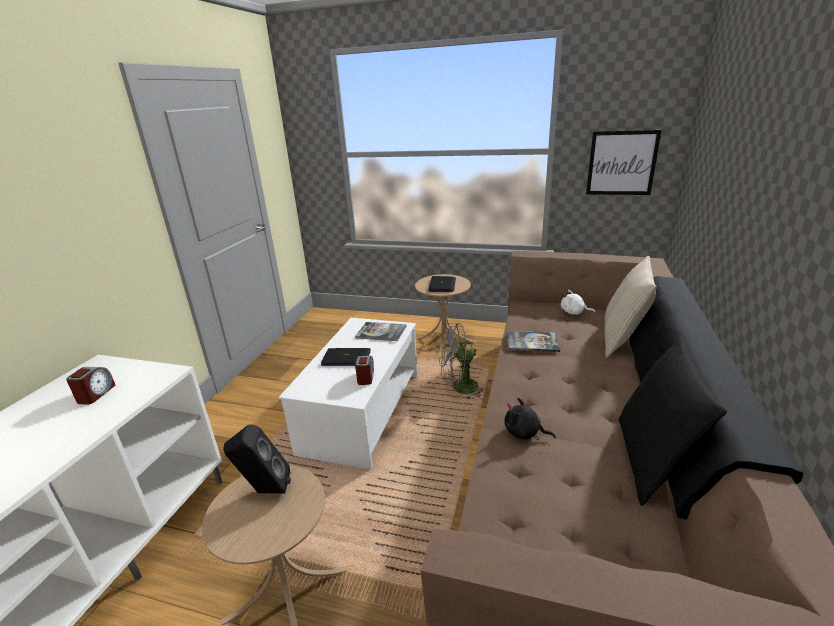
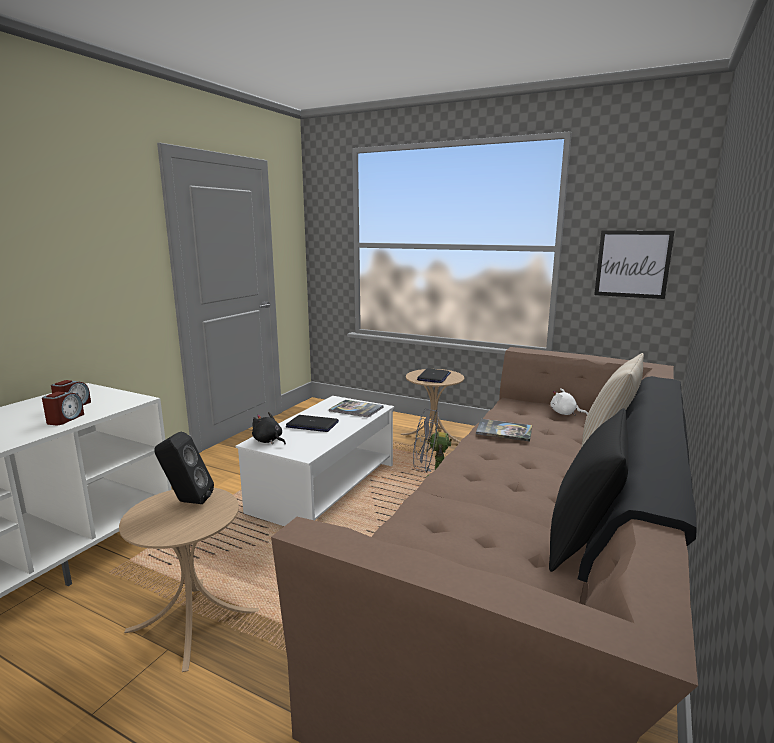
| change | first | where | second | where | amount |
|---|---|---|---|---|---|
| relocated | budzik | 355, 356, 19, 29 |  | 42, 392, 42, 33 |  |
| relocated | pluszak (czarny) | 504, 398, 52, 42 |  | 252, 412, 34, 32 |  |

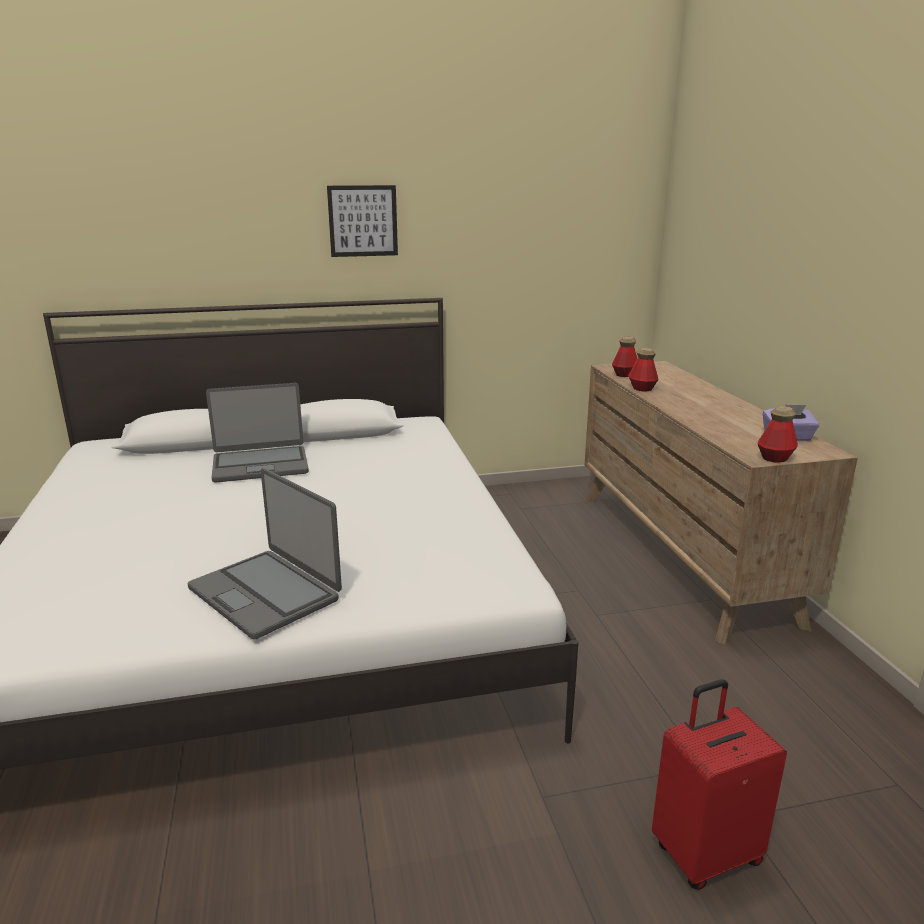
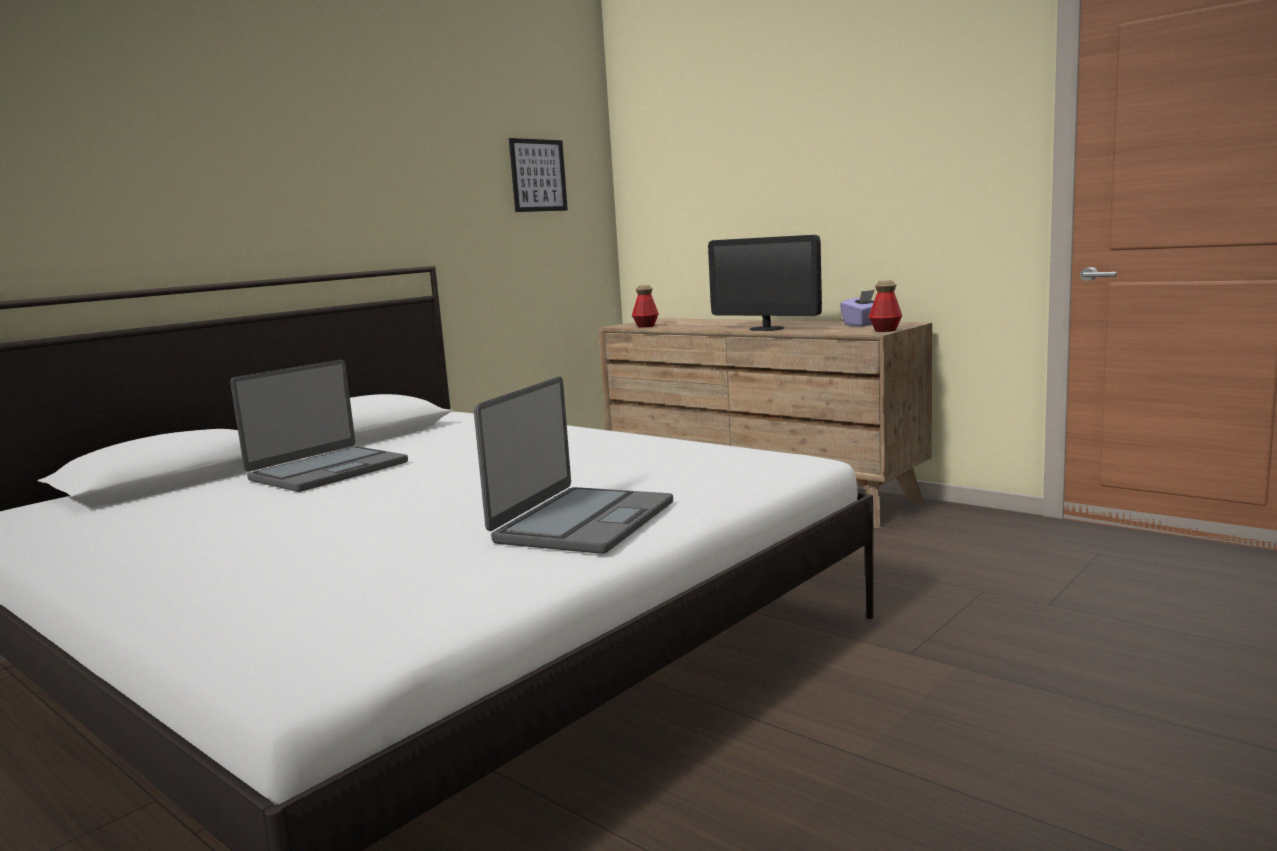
| change | first | where | second | where | amount |
|---|---|---|---|---|---|
| spun | laptop | 187, 468, 155, 172 |  | 474, 376, 199, 178 | 75 degrees counterclockwise |
| relocated | obraz | 327, 185, 71, 72 |  | 509, 138, 59, 74 |  |
| missing | butelka | 628, 348, 31, 44 |  |  |  |
| missing | walizka (czerwony) | 652, 679, 135, 211 |  |  |  |
| appeared |  |  | monitor | 708, 235, 114, 96 |  |

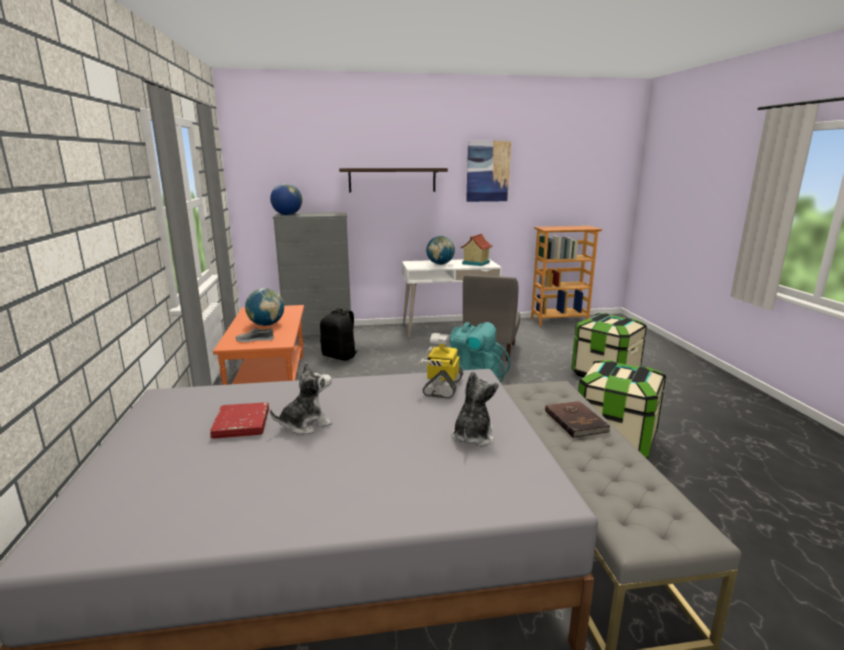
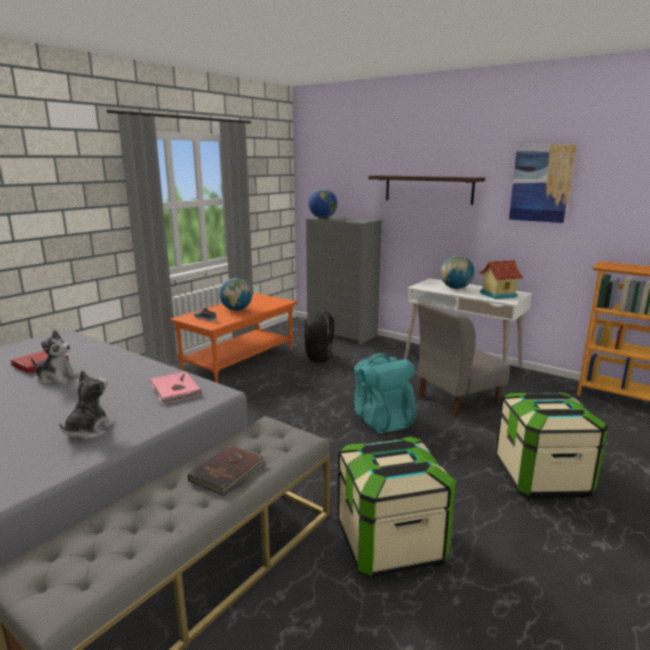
| change | first | where | second | where | amount |
|---|---|---|---|---|---|
| exchanged | robot zabawkowy | 417, 333, 46, 65 | książka (różowy) | 150, 371, 51, 33 |  |
| spun | pluszak | 451, 371, 48, 76 |  | 59, 370, 56, 70 | 45 degrees counterclockwise |

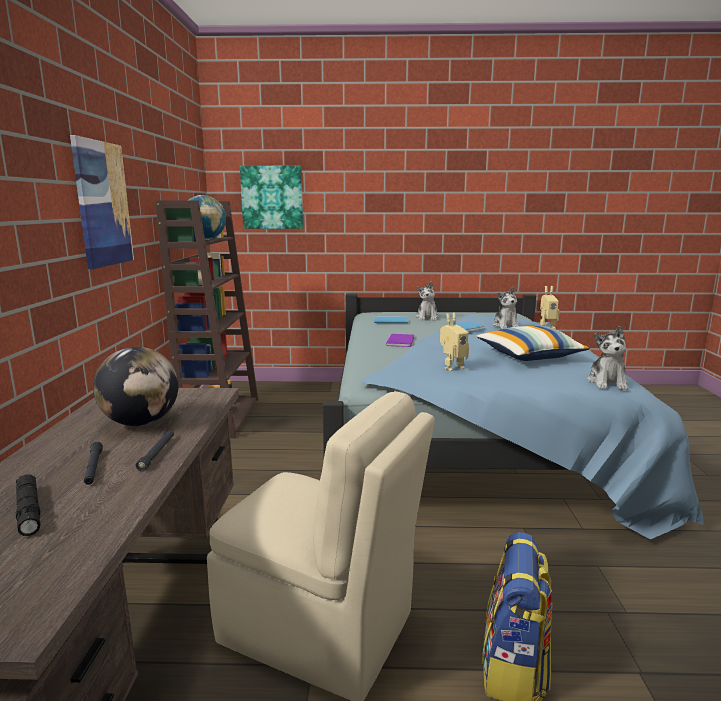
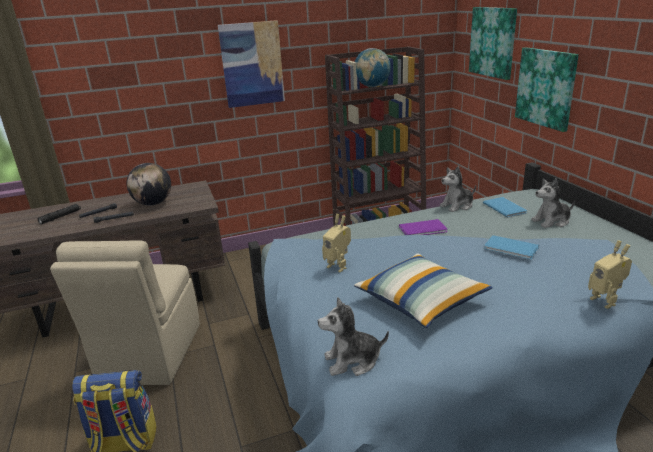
| change | first | where | second | where | amount |
|---|---|---|---|---|---|
| relocated | pluszak | 493, 287, 26, 42 |  | 440, 166, 36, 46 |  |
| appeared |  |  | obraz | 515, 47, 64, 85 |  |

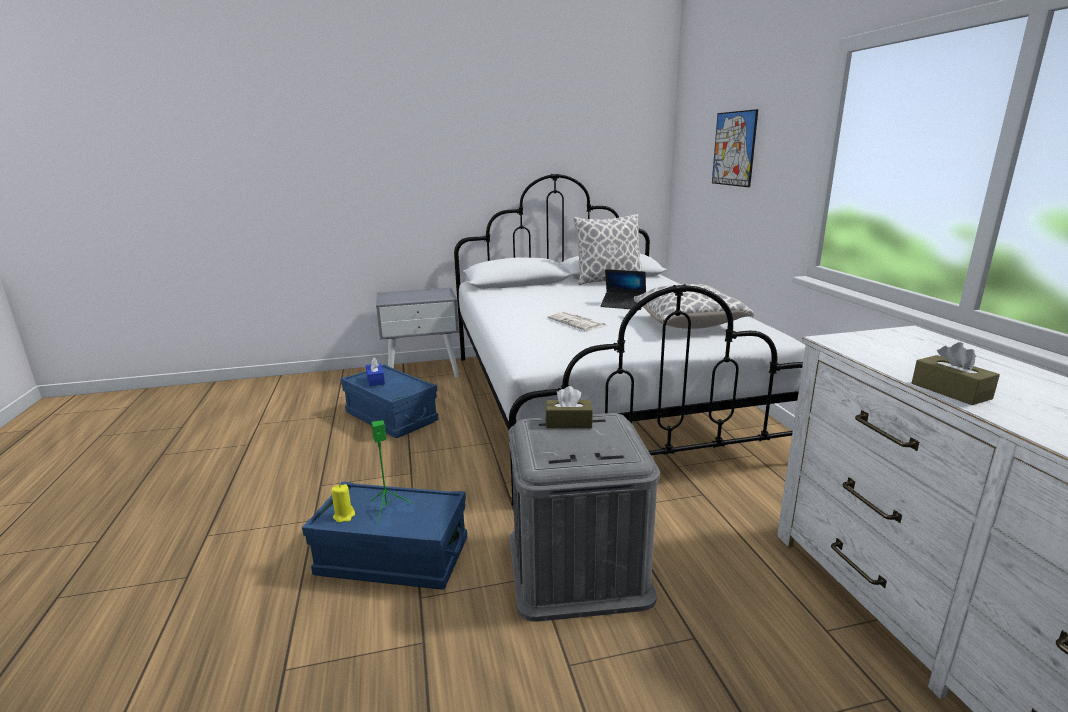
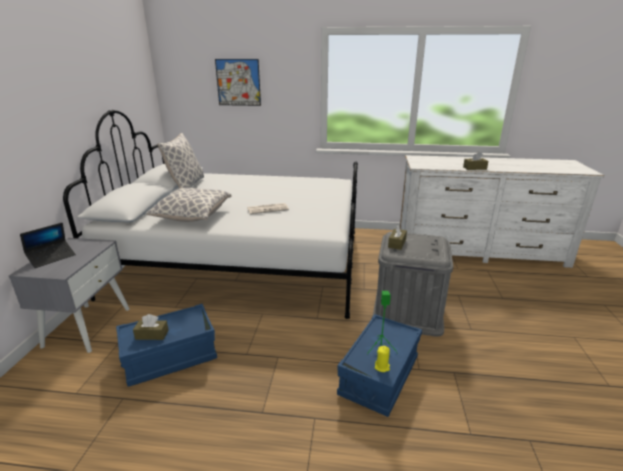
| change | first | where | second | where | amount |
|---|---|---|---|---|---|
| colour | pudełko chusteczek (niebieski) | 366, 357, 19, 29 | pudełko chusteczek (brązowy) | 133, 314, 36, 26 |  |
| relocated | laptop | 600, 269, 46, 41 |  | 20, 223, 56, 45 |  |
| relocated | poduszka | 634, 284, 120, 45 |  | 147, 188, 85, 34 |  |

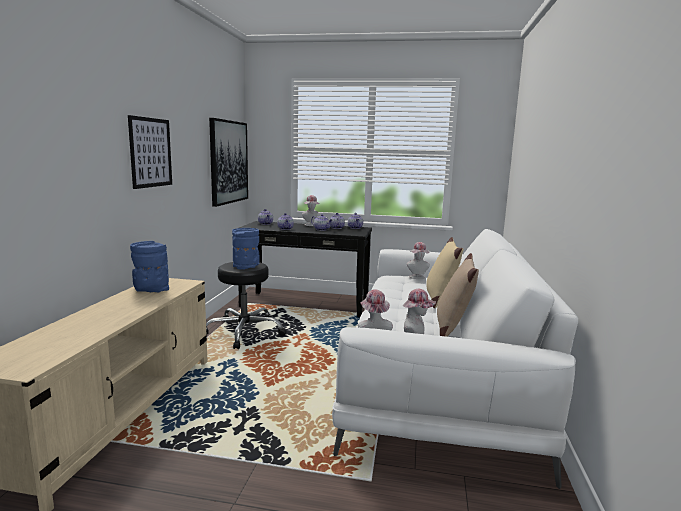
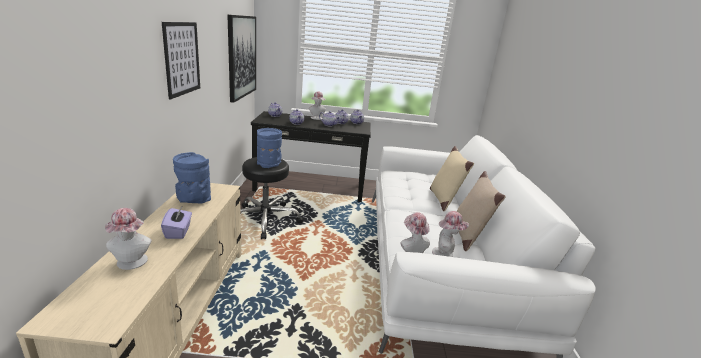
| change | first | where | second | where | amount |
|---|---|---|---|---|---|
| relocated | kapelusz | 407, 242, 23, 37 |  | 105, 208, 47, 62 |  |
| appeared |  |  | pudełko chusteczek (fioletowy) | 161, 207, 31, 32 |  |

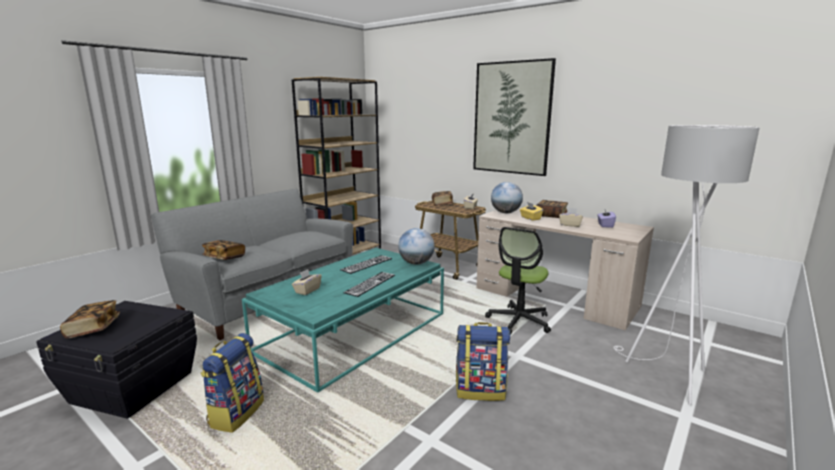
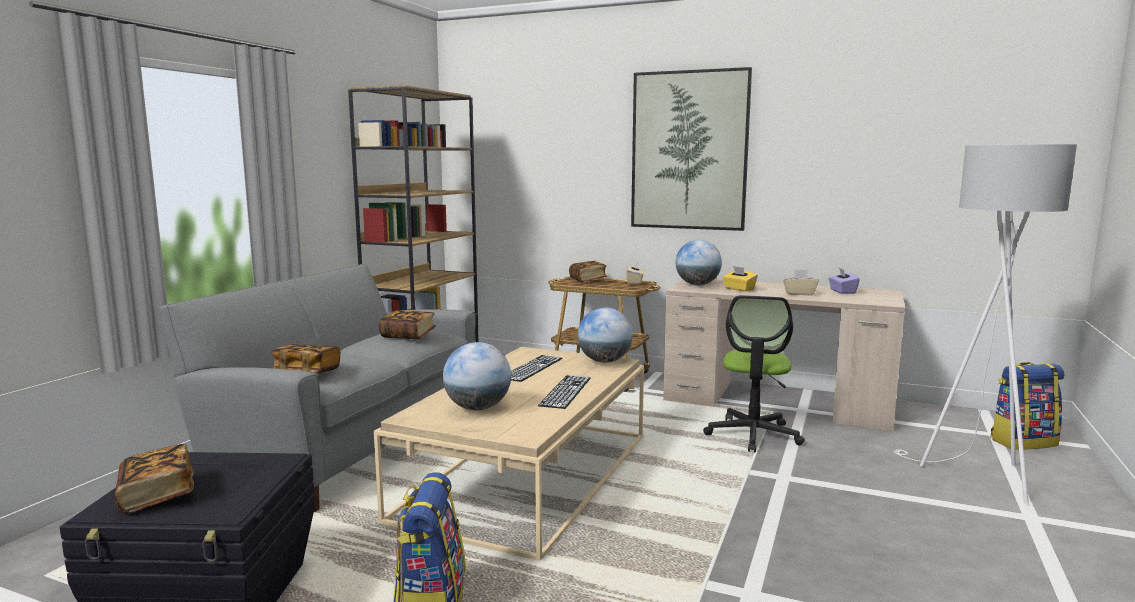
| change | first | where | second | where | amount |
|---|---|---|---|---|---|
| colour | ława (turkusowy) | 242, 248, 202, 145 | ława (beżowy) | 374, 347, 270, 214 |  |
| exchanged | pudełko chusteczek (beżowy) | 292, 269, 30, 26 | globus | 443, 342, 68, 68 |  |
| relocated | plecak | 456, 322, 54, 79 |  | 991, 362, 74, 88 |  |
| relocated | książka | 536, 200, 32, 18 |  | 379, 310, 57, 30 |  |

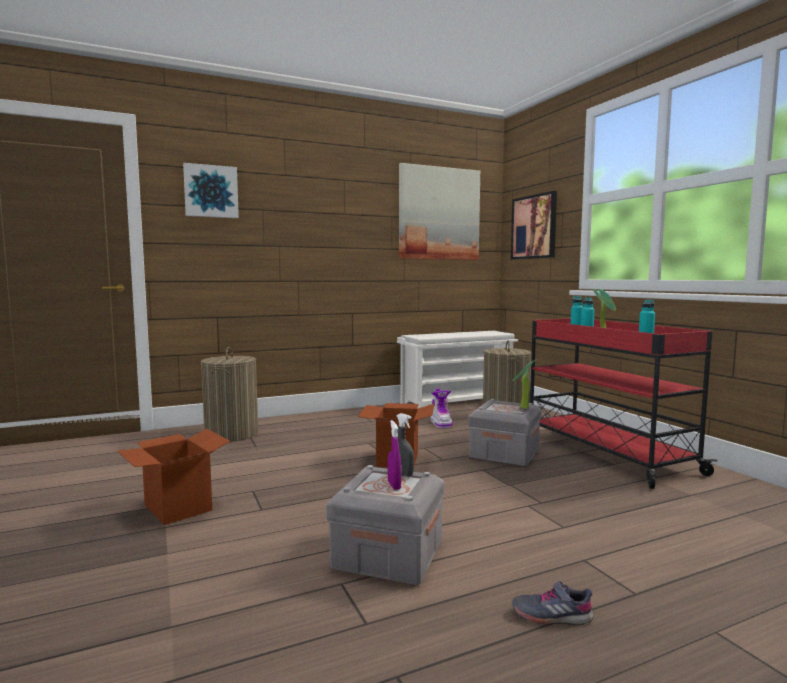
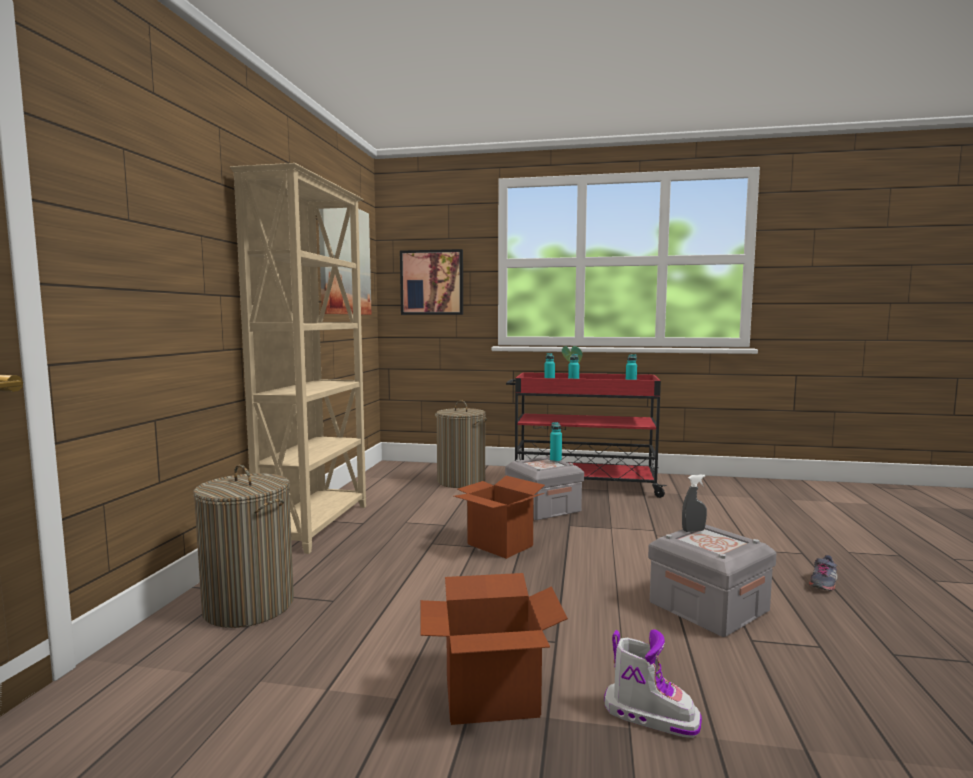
| change | first | where | second | where | amount |
|---|---|---|---|---|---|
| missing | obraz | 183, 163, 56, 55 |  |  |  |
| missing | spryskiwacz (fioletowy) | 388, 420, 13, 70 |  |  |  |
| missing | regał na buty (biały) | 397, 331, 121, 78 |  |  |  |
| relocated | but z cholewką | 430, 388, 23, 40 |  | 604, 629, 98, 109 |  |
| exchanged | roślina doniczkowa | 512, 359, 25, 50 | butelka (turkusowy) | 550, 422, 12, 40 |  |
| appeared |  |  | regał (beżowy) | 230, 163, 136, 391 |  |

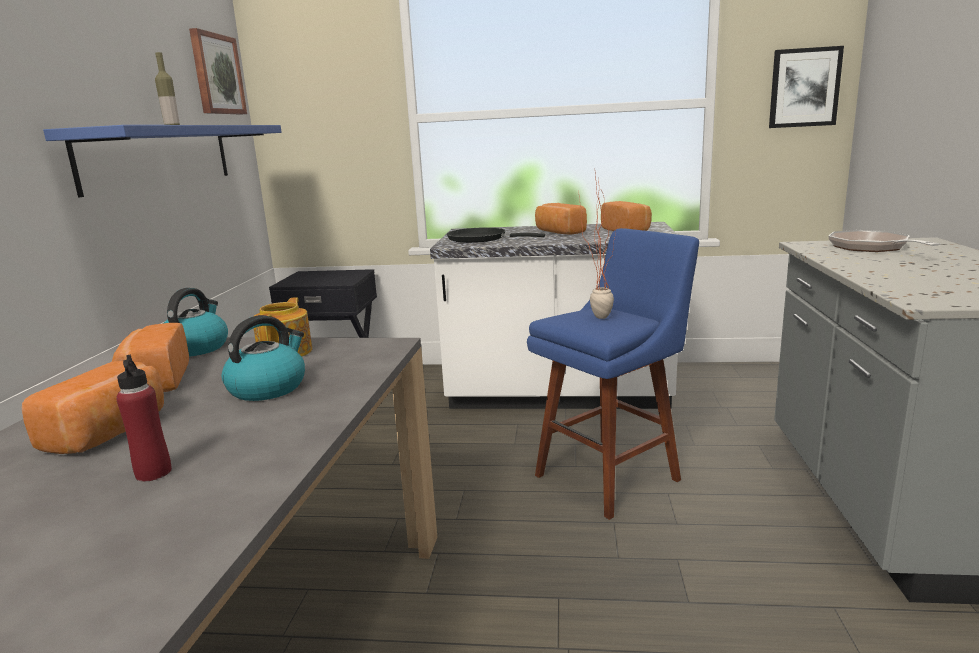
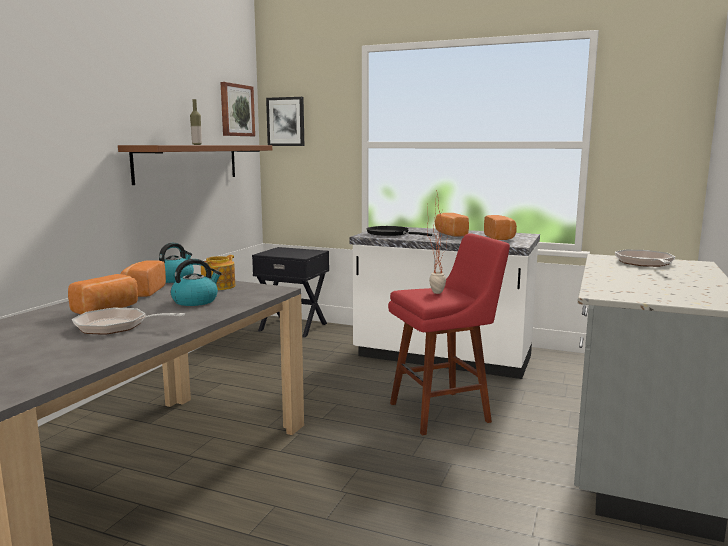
| change | first | where | second | where | amount |
|---|---|---|---|---|---|
| colour | półka (niebieski) | 43, 125, 239, 73 | półka (brązowy) | 118, 145, 154, 40 |  |
| exchanged | butelka (czerwony) | 116, 355, 56, 127 | patelnia | 72, 308, 113, 27 |  |
| colour | stołek (niebieski) | 527, 228, 172, 292 | stołek (czerwony) | 388, 233, 122, 202 |  |
| relocated | obraz | 769, 46, 75, 82 |  | 266, 97, 38, 49 |  |

